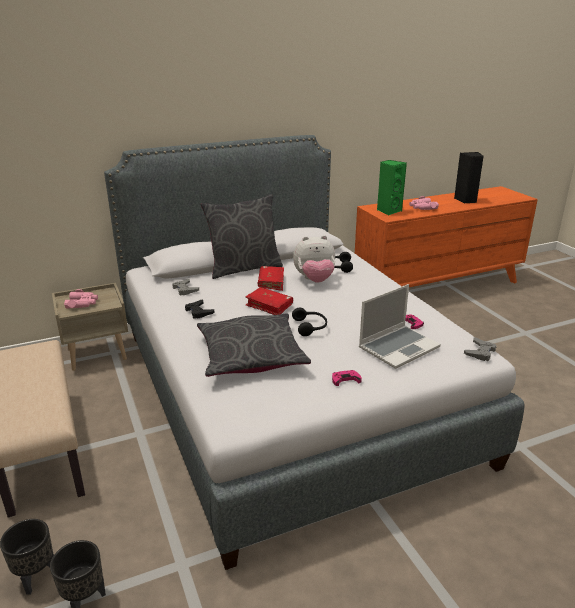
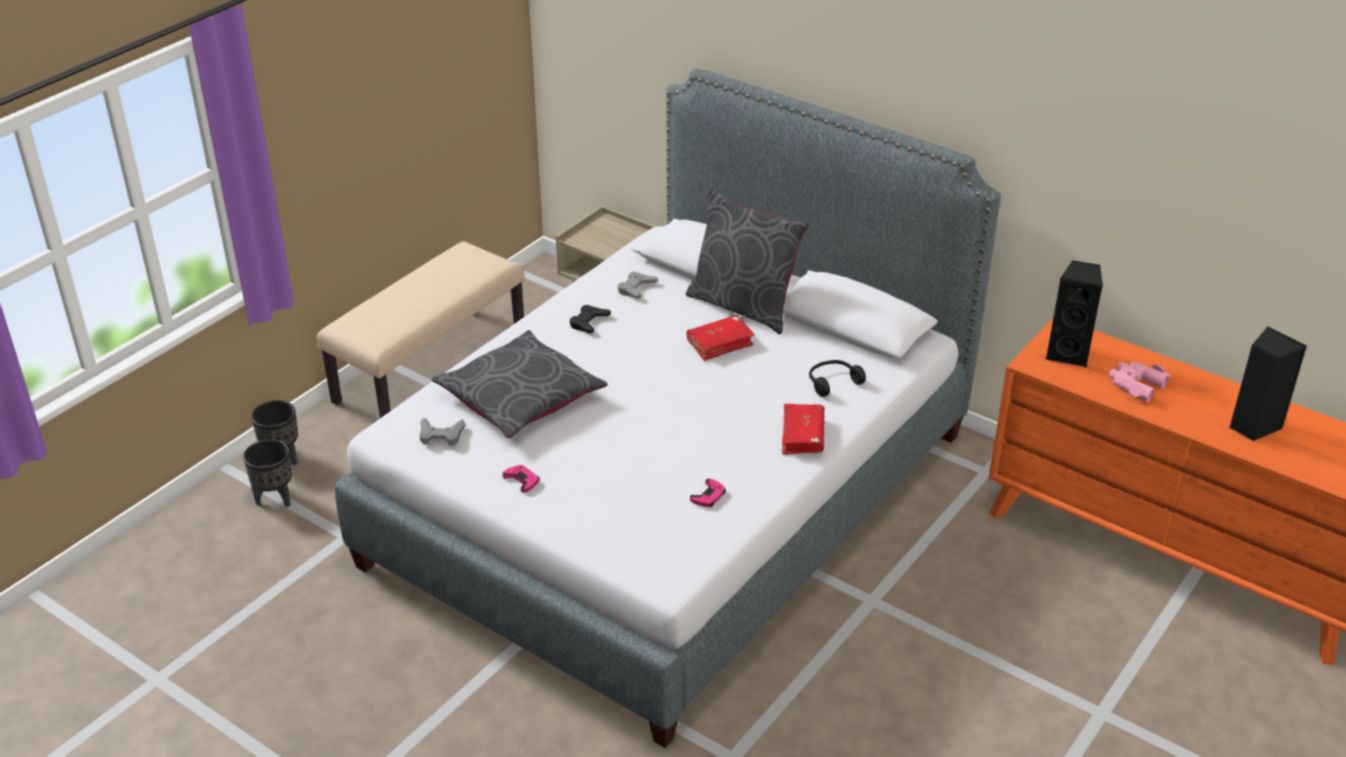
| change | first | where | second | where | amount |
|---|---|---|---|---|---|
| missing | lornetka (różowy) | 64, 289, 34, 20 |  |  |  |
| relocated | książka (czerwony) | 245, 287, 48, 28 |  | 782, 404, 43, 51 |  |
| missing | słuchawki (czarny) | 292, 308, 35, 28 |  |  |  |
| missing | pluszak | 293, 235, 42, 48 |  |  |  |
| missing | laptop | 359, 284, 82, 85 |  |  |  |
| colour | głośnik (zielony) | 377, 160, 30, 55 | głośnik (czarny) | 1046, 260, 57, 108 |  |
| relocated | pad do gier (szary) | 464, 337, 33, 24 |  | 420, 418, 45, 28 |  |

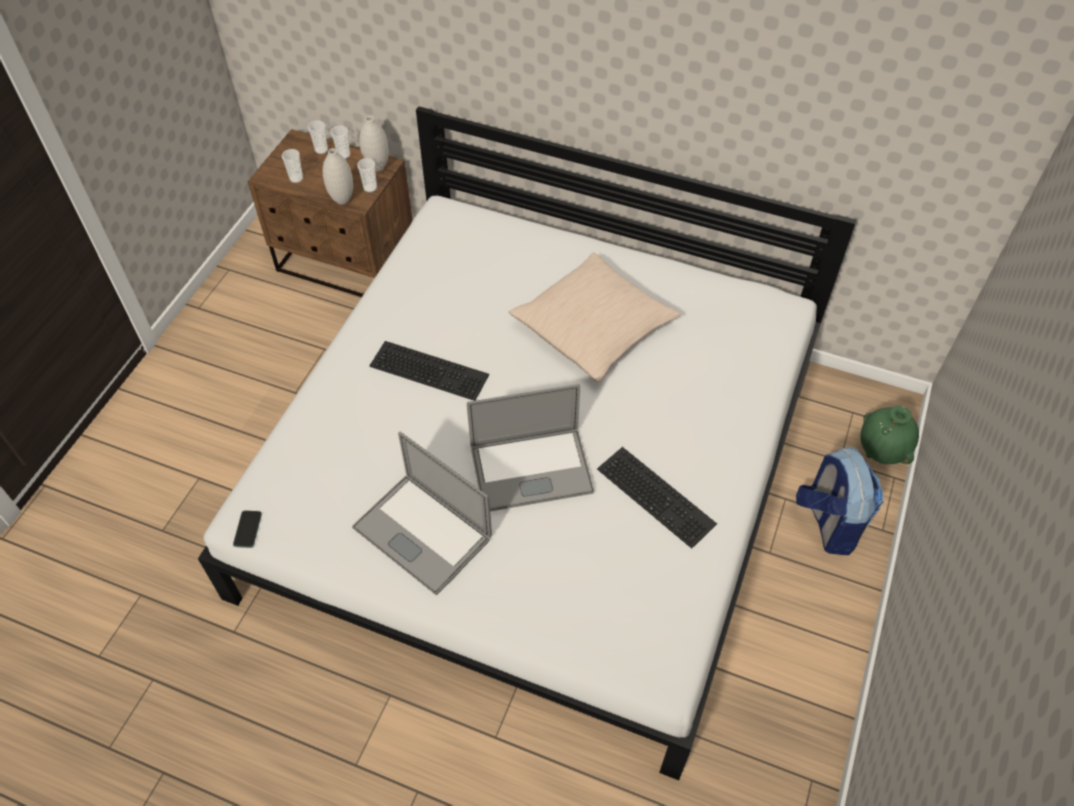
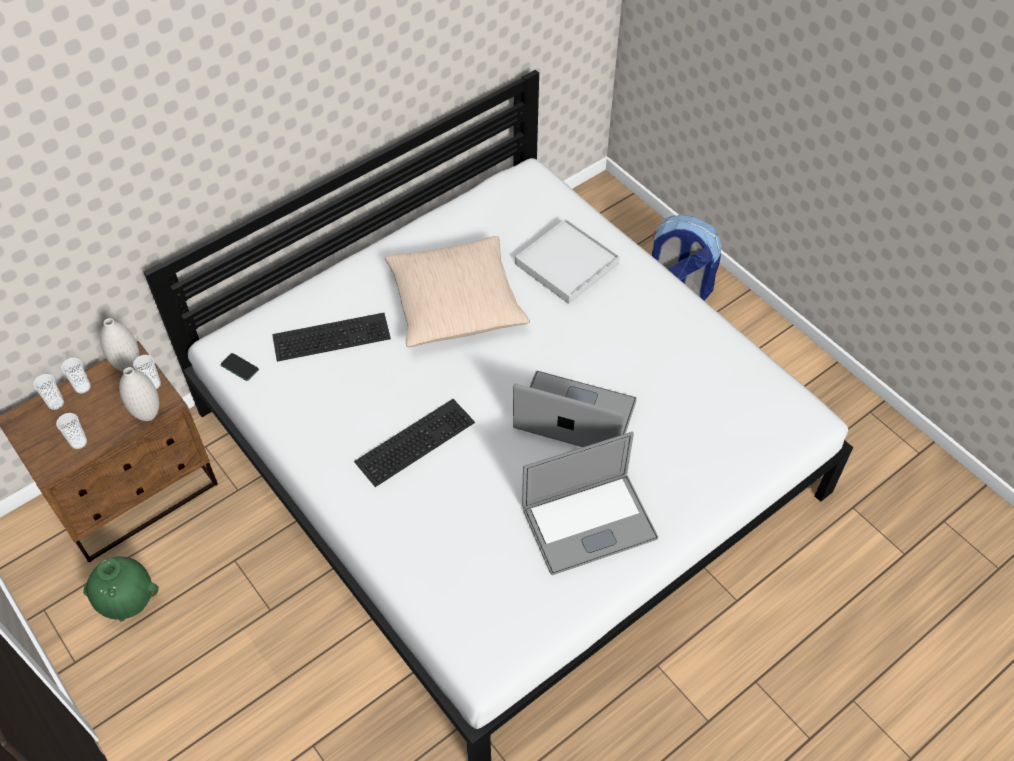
| change | first | where | second | where | amount |
|---|---|---|---|---|---|
| relocated | telefon | 233, 510, 29, 38 |  | 221, 353, 38, 28 |  |
| spun | laptop | 467, 384, 127, 127 |  | 513, 371, 124, 76 | 90 degrees counterclockwise |
| relocated | klawiatura | 597, 447, 120, 102 |  | 272, 313, 119, 49 |  |
| relocated | wazon (zielony) | 860, 406, 59, 58 |  | 83, 556, 76, 65 |  |
| appeared |  |  | taca (biały) | 515, 219, 105, 85 |  |

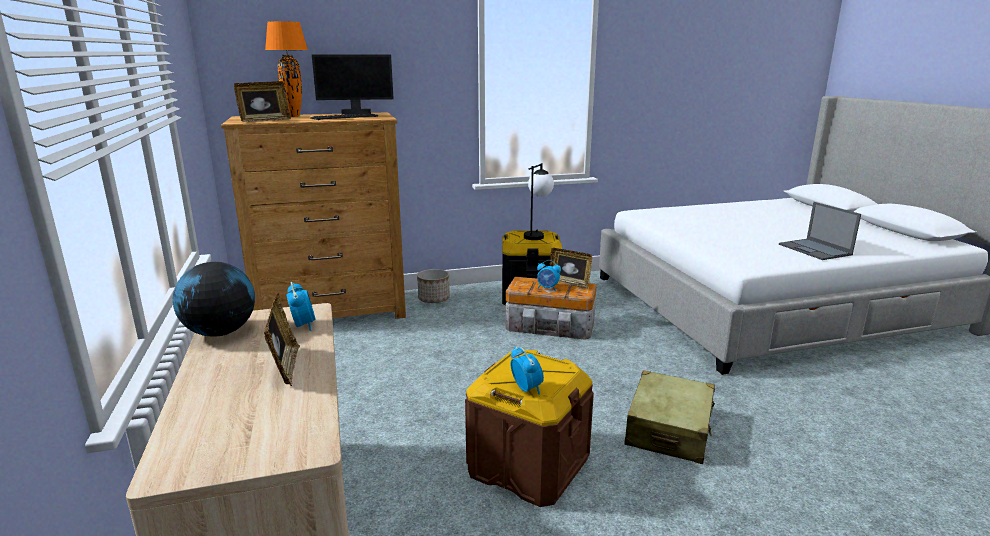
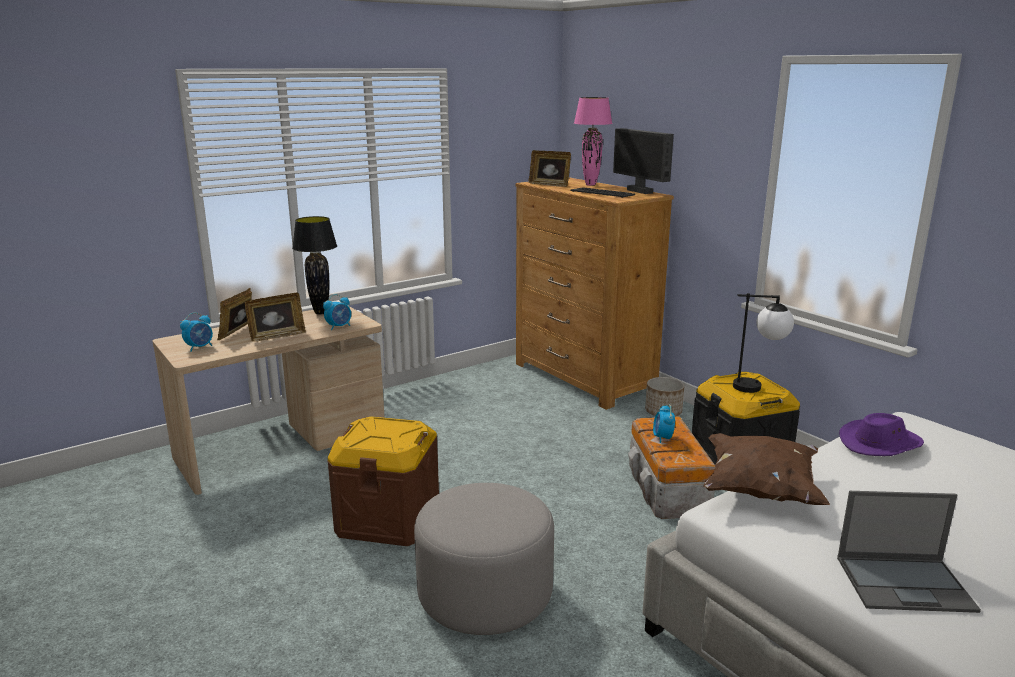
| change | first | where | second | where | amount |
|---|---|---|---|---|---|
| exchanged | globus | 173, 262, 82, 75 | lampa stołowa (czarny) | 292, 216, 45, 99 |  |
| colour | lampa stołowa (pomarańczowy) | 265, 21, 43, 96 | lampa stołowa (różowy) | 574, 97, 38, 89 |  |
| relocated | budzik | 510, 347, 34, 48 |  | 180, 313, 33, 39 |  |
| relocated | ramka na zdjęcie | 549, 248, 43, 41 |  | 217, 288, 35, 52 |  |
| exchanged | walizka (beżowy) | 624, 370, 91, 94 | pufa (szary) | 414, 483, 140, 152 |  |
| spun | laptop | 779, 202, 82, 58 |  | 837, 491, 144, 122 | 135 degrees counterclockwise |
| appeared |  |  | poduszka (brązowy) | 703, 433, 127, 72 |  |
| appeared |  |  | kapelusz (fioletowy) | 839, 413, 85, 43 |  |

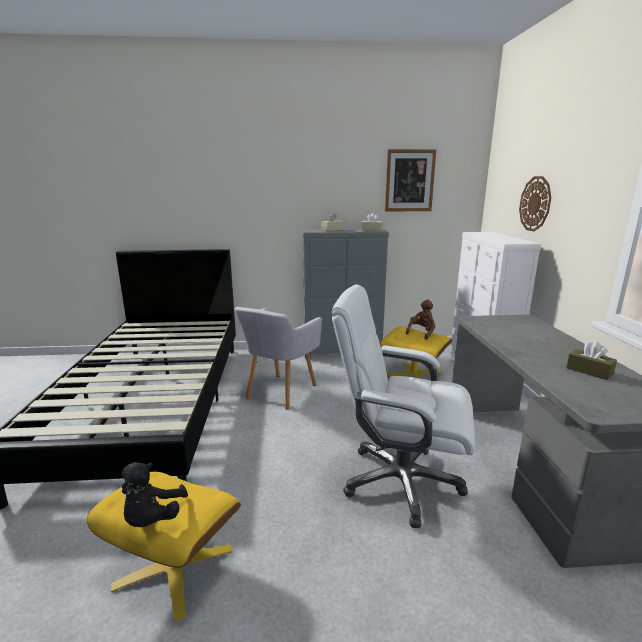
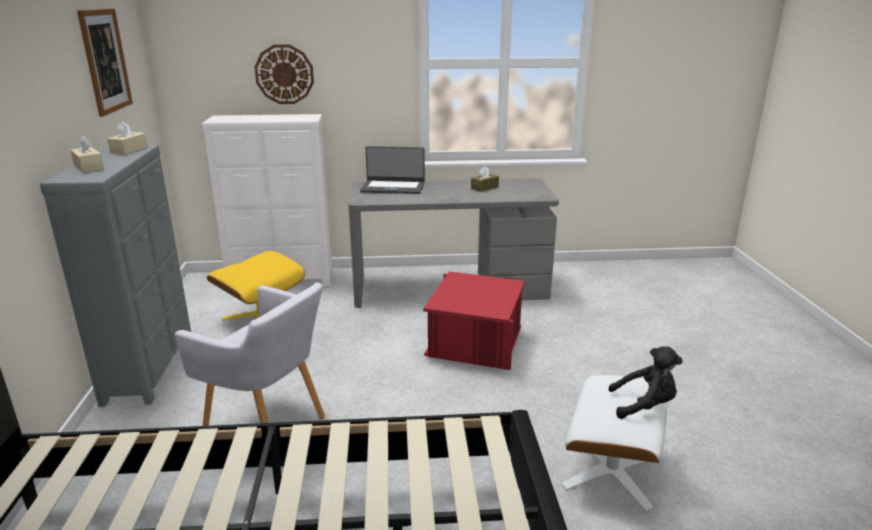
| change | first | where | second | where | amount |
|---|---|---|---|---|---|
| colour | pufa (żółty) | 87, 472, 154, 150 | pufa (biały) | 562, 375, 106, 137 |  |
| exchanged | krzesło biurowe (biały) | 332, 284, 143, 244 | pojemnik do przechowywania (czerwony) | 423, 271, 102, 99 |  |
| missing | pluszak (brązowy) | 406, 300, 29, 40 |  |  |  |
| appeared |  |  | laptop | 360, 146, 65, 48 |  |

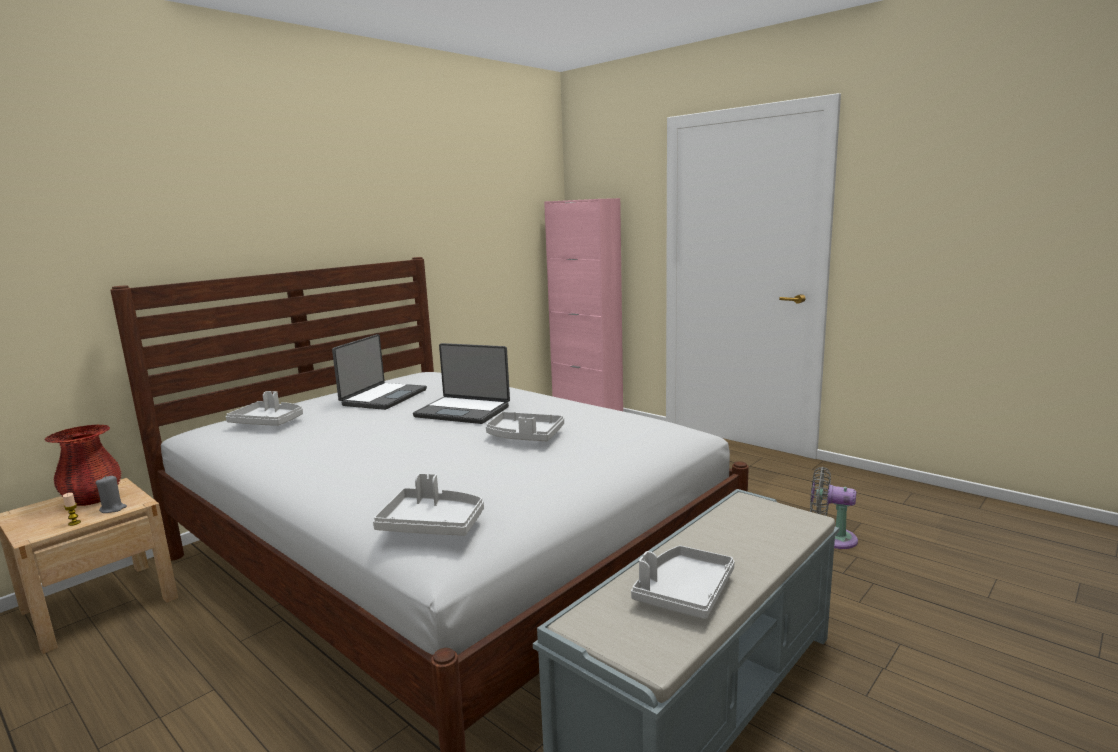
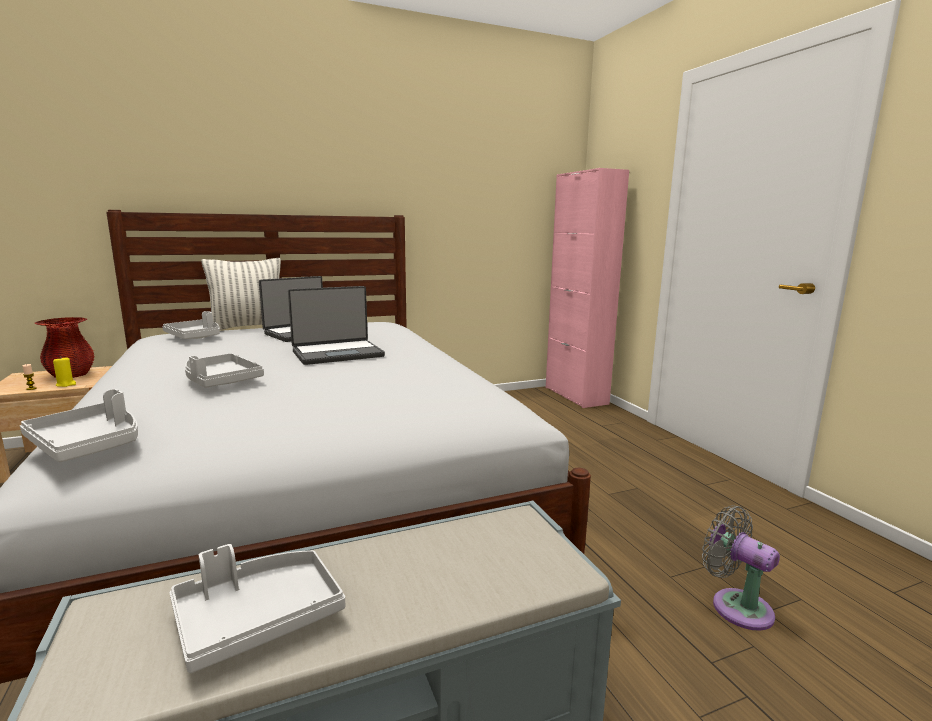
| change | first | where | second | where | amount |
|---|---|---|---|---|---|
| colour | świeca (szary) | 96, 475, 31, 38 | świeca (żółty) | 53, 358, 23, 29 |  |
| spun | laptop | 413, 343, 97, 81 |  | 288, 286, 97, 79 | 75 degrees counterclockwise |
| relocated | taca (szary) | 486, 412, 78, 29 |  | 185, 353, 79, 35 |  |
| appeared |  |  | poduszka | 201, 258, 80, 72 |  |

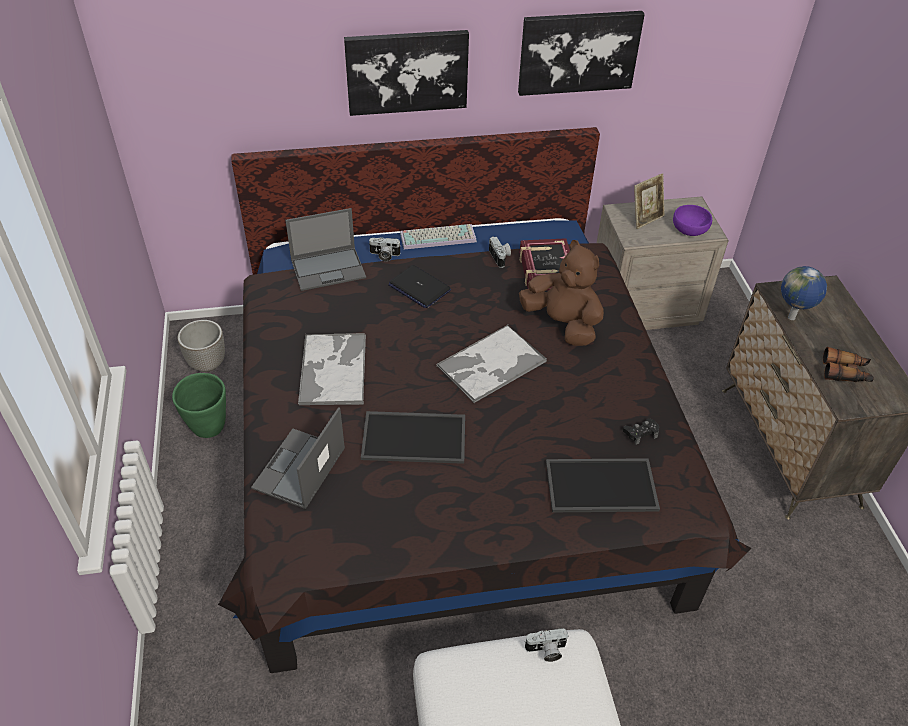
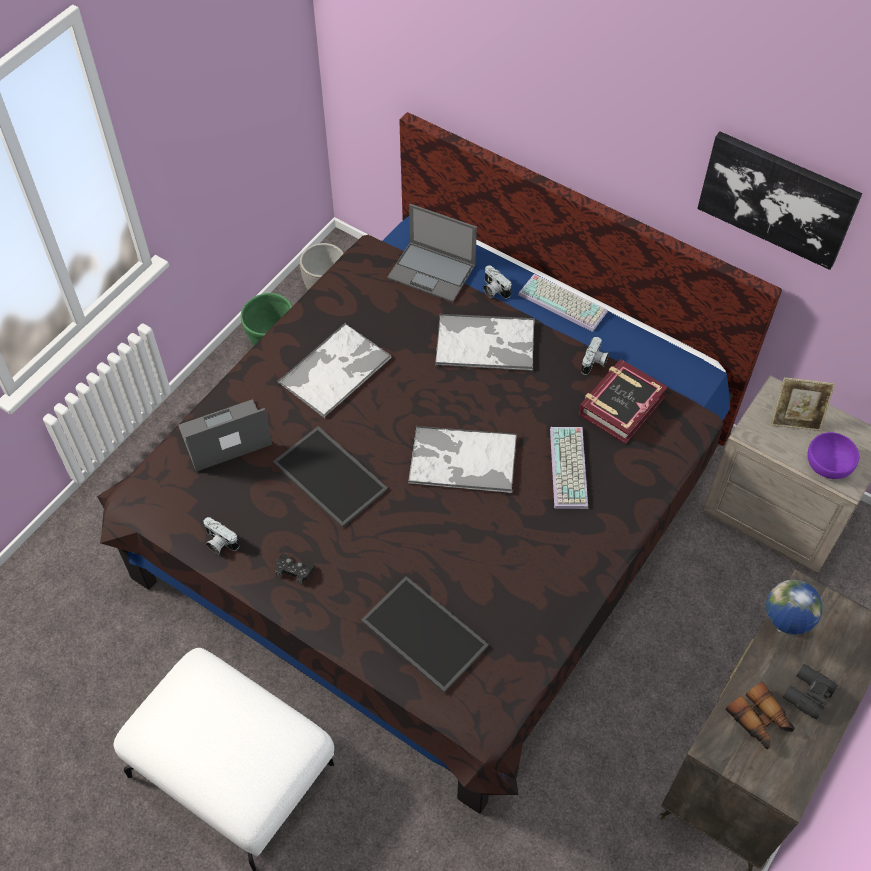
| change | first | where | second | where | amount |
|---|---|---|---|---|---|
| missing | obraz | 344, 30, 125, 86 |  |  |  |
| exchanged | laptop | 388, 265, 63, 43 | taca | 435, 314, 100, 57 |  |
| exchanged | pluszak (brązowy) | 519, 240, 85, 106 | klawiatura | 550, 427, 38, 82 |  |
| relocated | aparat fotograficzny | 525, 628, 43, 34 |  | 203, 517, 36, 37 |  |
| relocated | pad do gier (czarny) | 623, 418, 36, 27 |  | 275, 553, 39, 32 |  |
| appeared |  |  | lornetka (czarny) | 782, 664, 56, 56 |  |

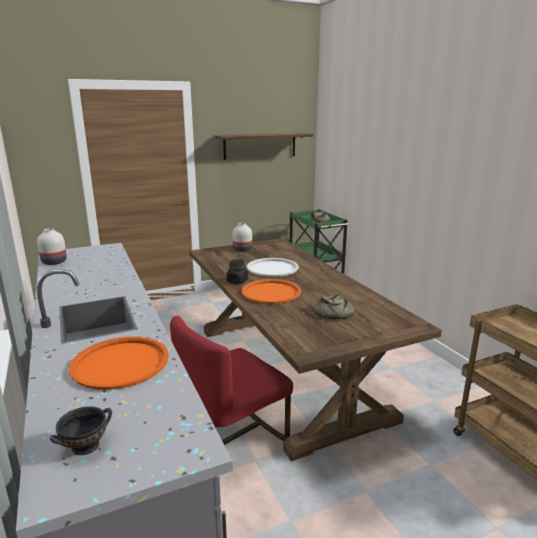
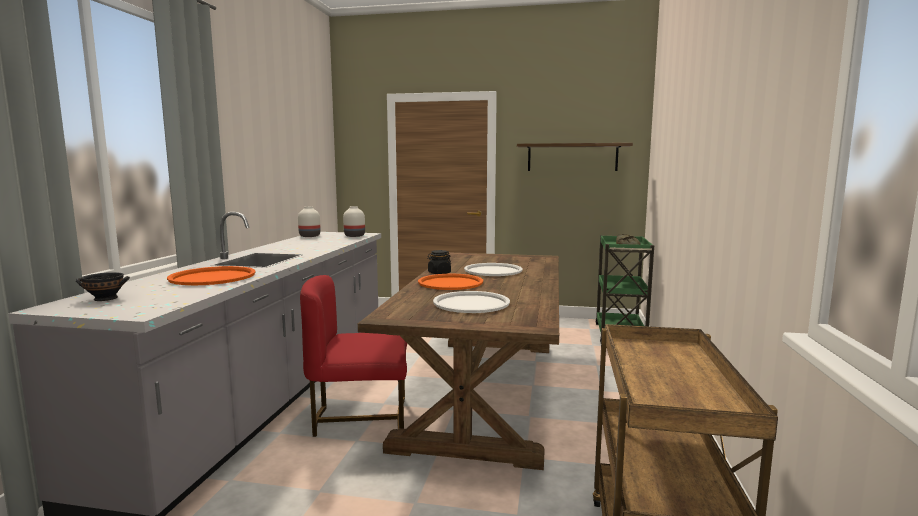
| change | first | where | second | where | amount |
|---|---|---|---|---|---|
| relocated | wazon (biały) | 233, 223, 19, 29 |  | 343, 206, 22, 31 |  |
| exchanged | chleb | 314, 295, 41, 25 | taca (biały) | 433, 291, 77, 22 |  |

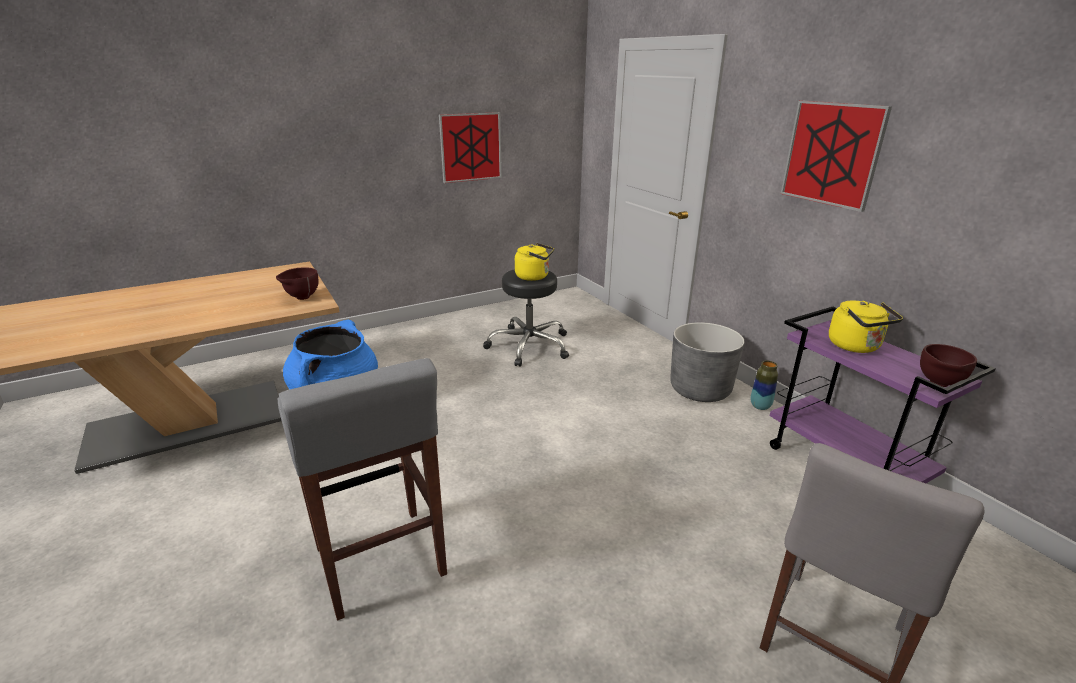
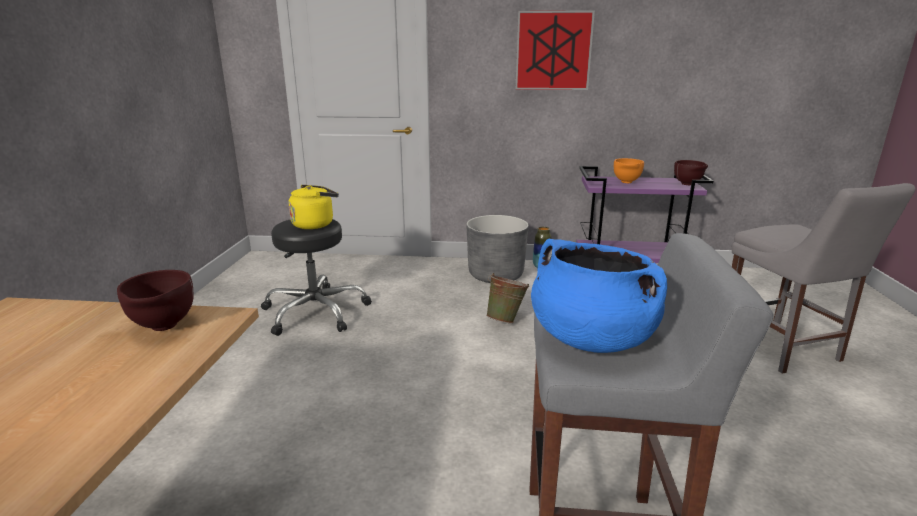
| change | first | where | second | where | amount |
|---|---|---|---|---|---|
| missing | obraz | 439, 112, 63, 71 |  |  |  |
| exchanged | czajnik (żółty) | 829, 301, 74, 52 | miska (pomarańczowy) | 614, 158, 30, 25 |  |
| appeared |  |  | wiadro (zielony) | 486, 273, 43, 50 |  |

